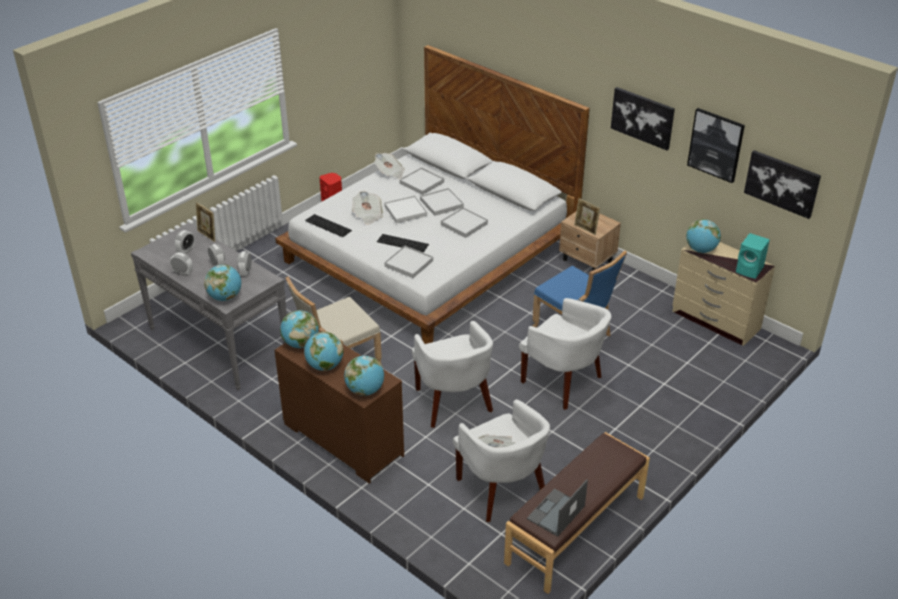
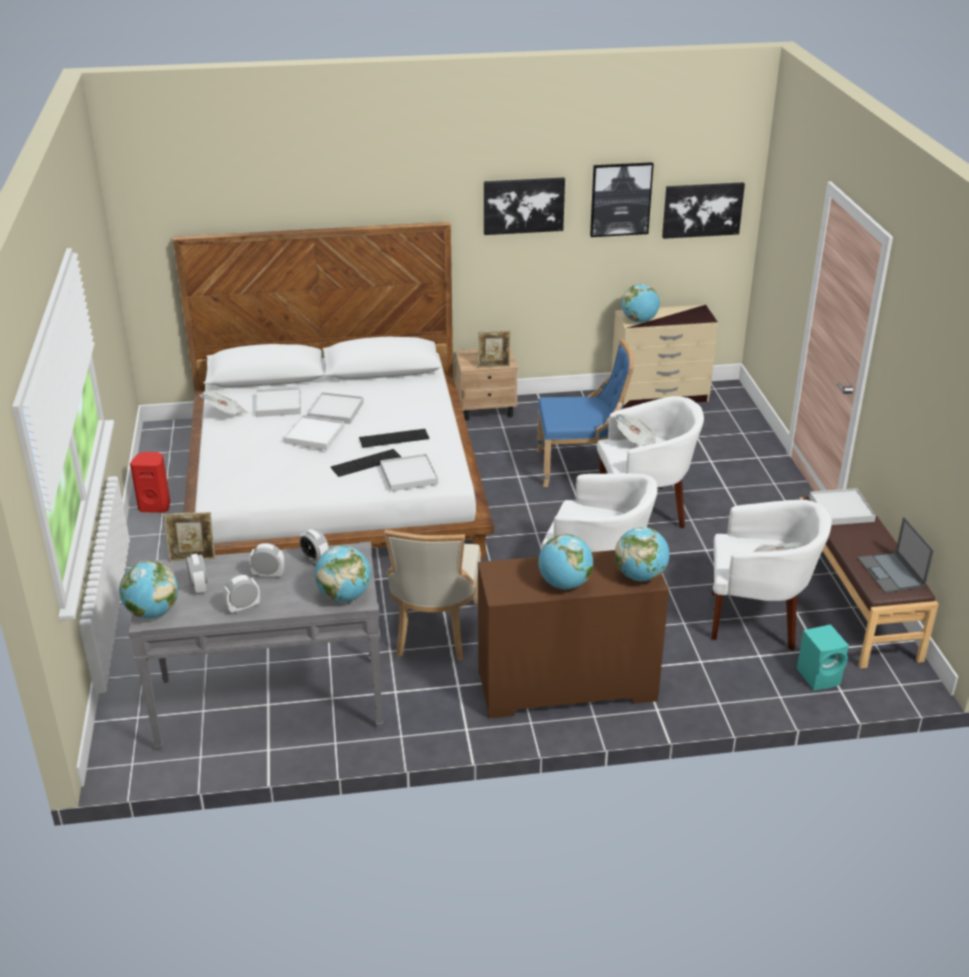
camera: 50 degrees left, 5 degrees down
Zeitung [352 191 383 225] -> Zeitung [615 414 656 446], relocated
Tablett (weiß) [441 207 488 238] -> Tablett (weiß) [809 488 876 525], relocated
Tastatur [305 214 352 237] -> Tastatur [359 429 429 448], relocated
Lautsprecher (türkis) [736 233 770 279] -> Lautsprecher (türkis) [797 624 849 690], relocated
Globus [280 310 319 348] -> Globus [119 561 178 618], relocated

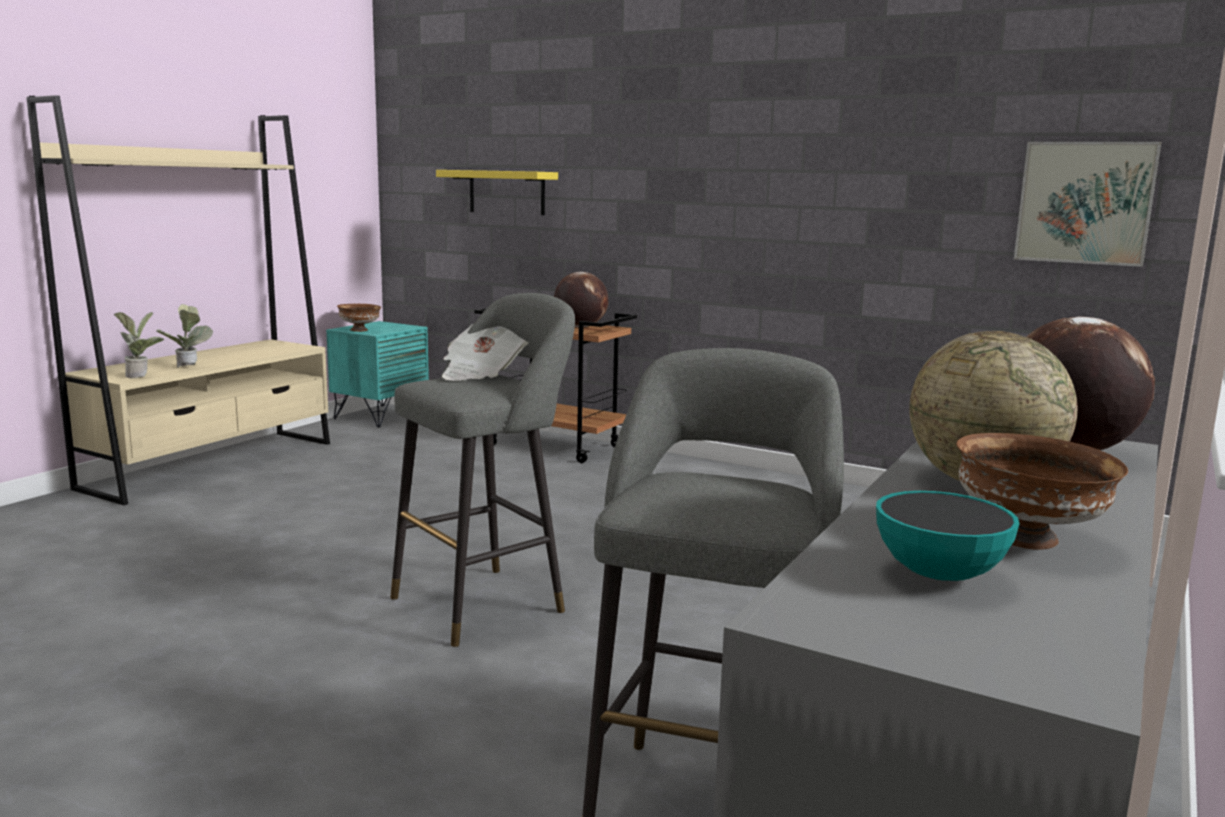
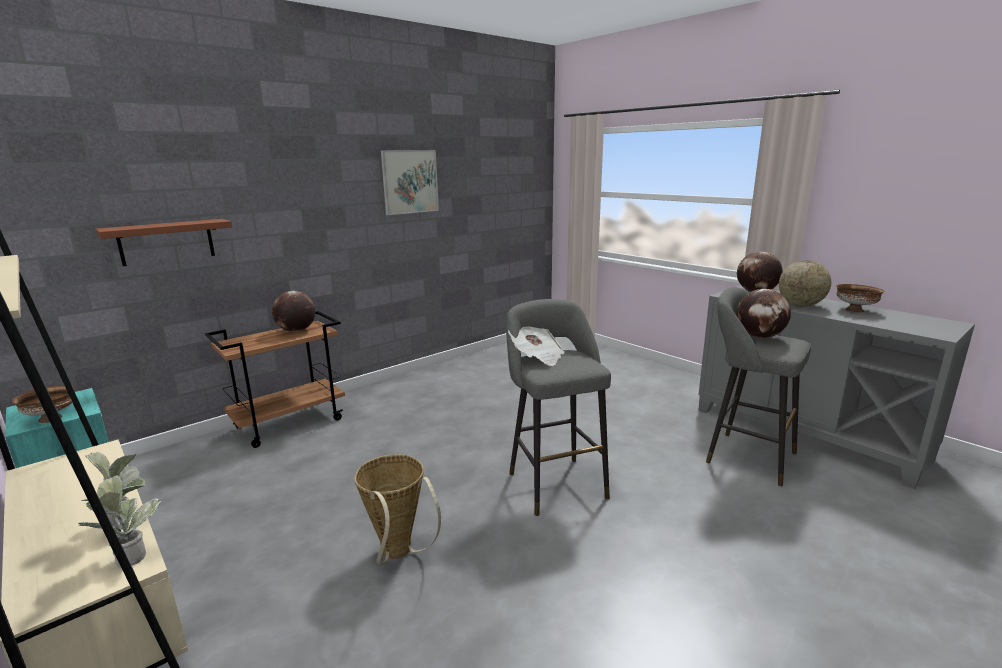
camera: 70 degrees left, 5 degrees up
Bild [1014 142 1161 267] -> Bild [381 150 439 215], relocated
Wandregal (gelb) [436 170 558 215] -> Wandregal (braun) [95 219 232 266]
Schüssel [876 491 1020 581] -> none
none -> Globus [736 289 791 338]
none -> Korb [354 454 441 564]

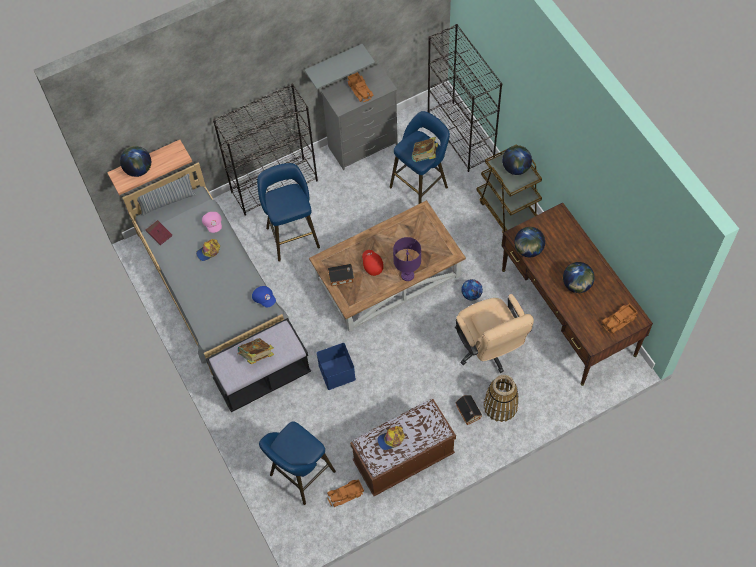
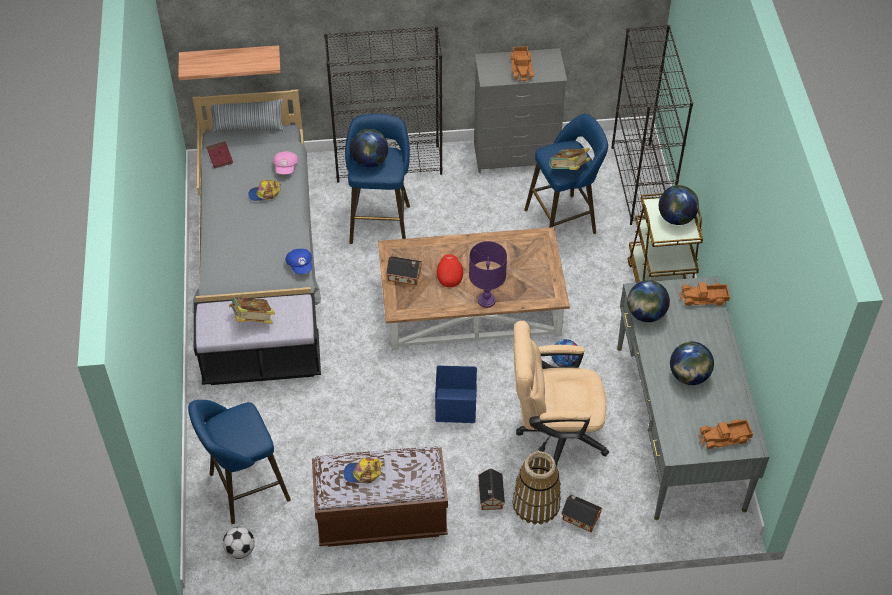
camera: 20 degrees right, 10 degrees down
Wandregal (grau) [305 44 375 90] -> none
Globus [120 146 151 177] -> Globus [350 129 388 168], relocated
Schreibtisch (braun) [501 203 653 386] -> Schreibtisch (grau) [617 276 769 520]
Bürostuhl (beige) [455 294 534 373] -> Bürostuhl (beige) [514 321 609 466], 90 degrees clockwise
Aufbewahrungsbox (blau) [316 343 356 390] -> Aufbewahrungsbox (blau) [435 366 477 423], relocated
Spielzeuglaster [327 479 364 508] -> Spielzeuglaster [680 282 730 306], relocated
none -> Spielzeughaus [561 494 602 533]
none -> Fußball [223 527 255 559]

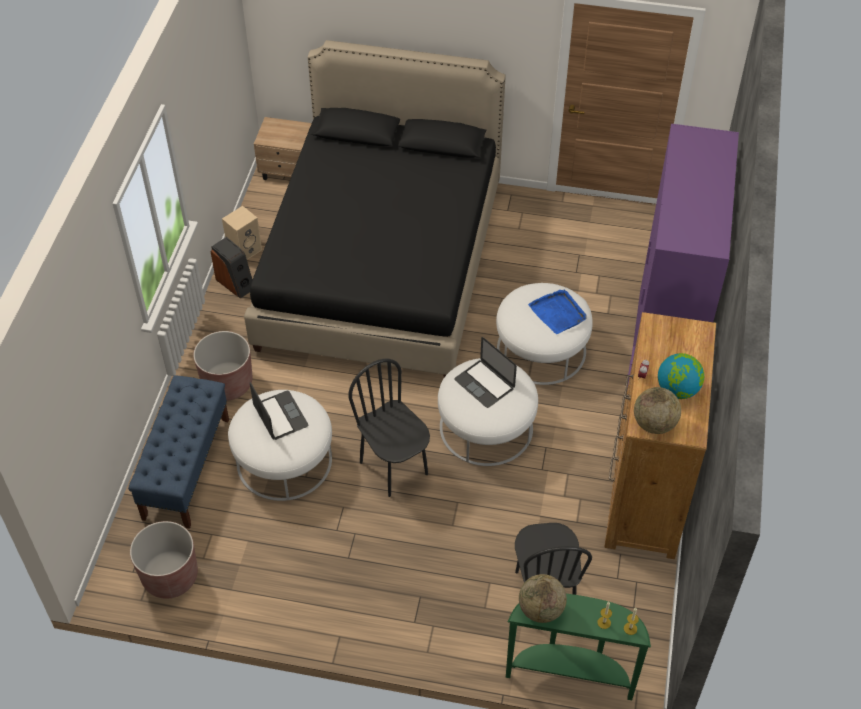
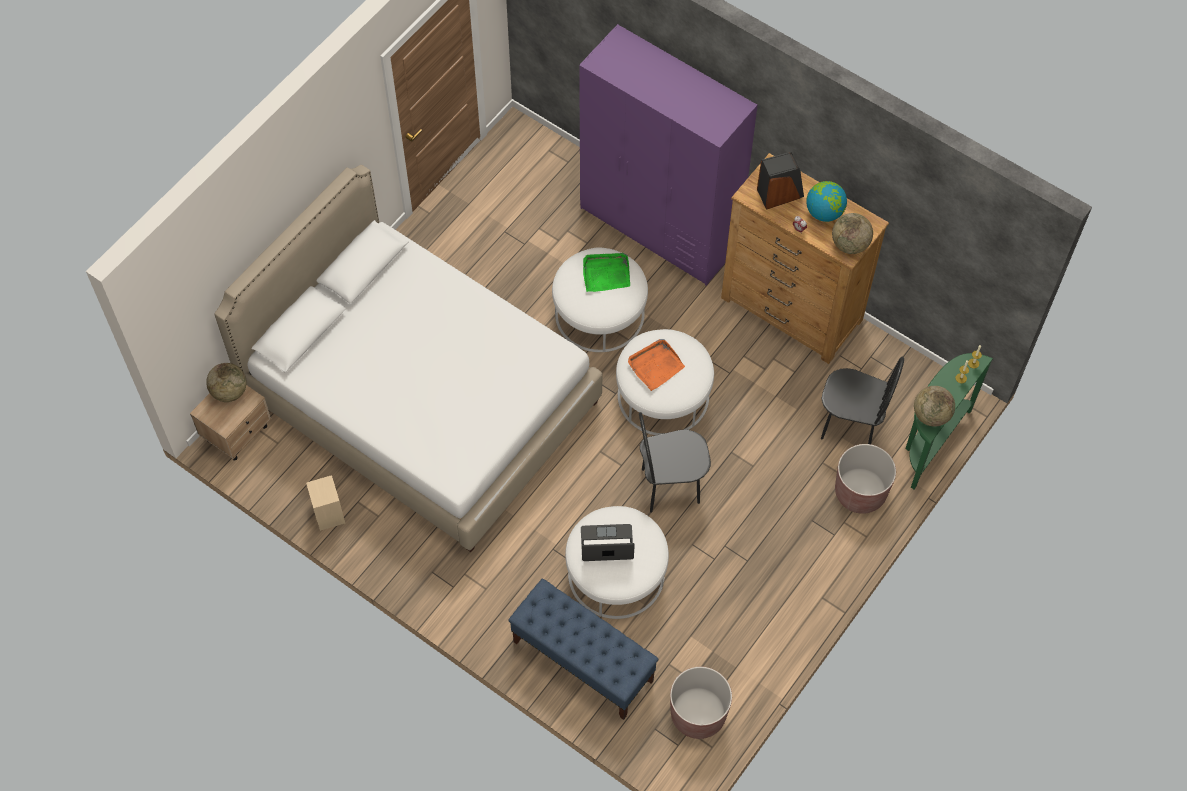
camera: 65 degrees left, 10 degrees up
Bett (schwarz) [244 40 506 377] -> Bett (weiß) [214 165 602 552]
Lautsprecher [210 237 253 298] -> Lautsprecher [757 152 804 210], relocated
Tablett (blau) [528 290 587 334] -> Tablett (grün) [583 253 630 292]
Pflanzkübel (braun) [193 331 252 401] -> Pflanzkübel (braun) [835 444 896 514], relocated
Laptop [454 337 517 408] -> Tablett (orange) [628 339 685 391]
none -> Globus [206 363 247 402]

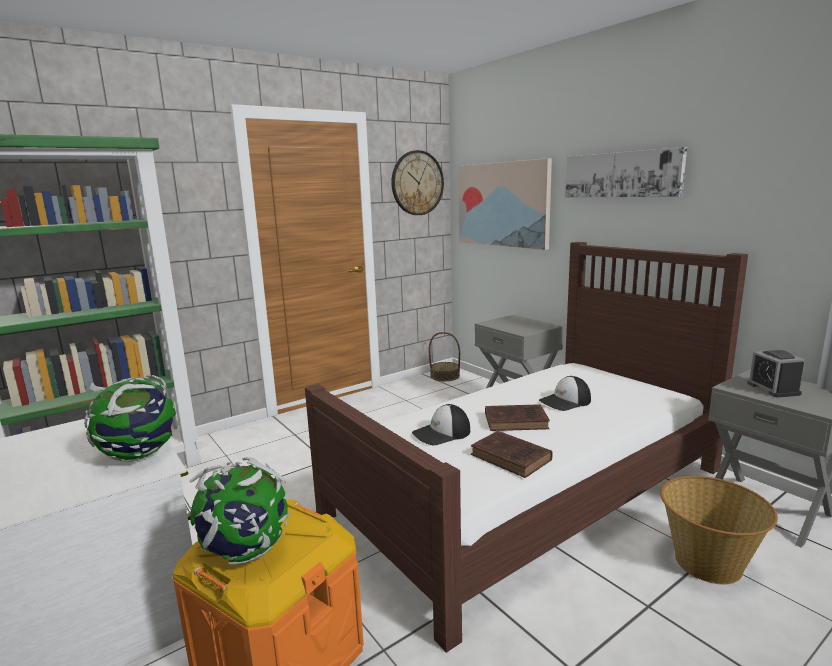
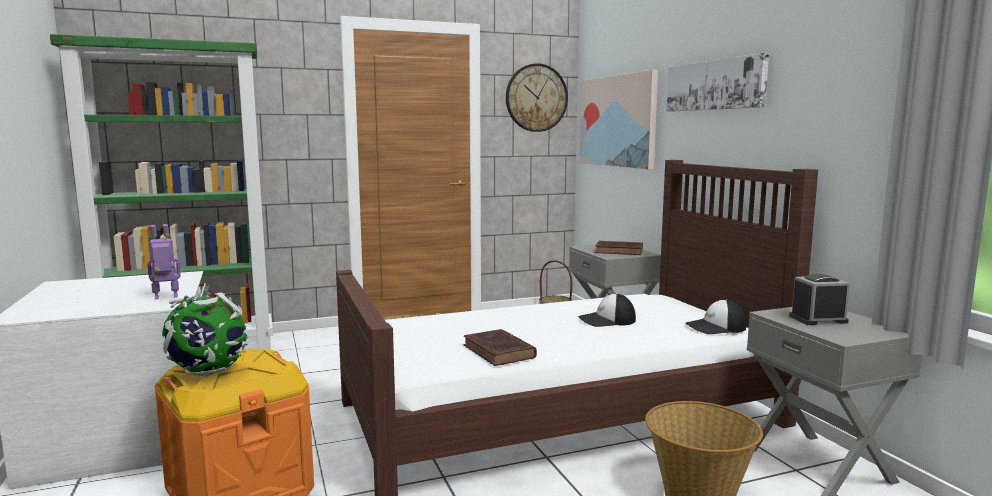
camera: 15 degrees right, 5 degrees down
Wecker [747 350 805 398] -> Wecker [789 274 850 325], 75 degrees clockwise
Globus [84 375 176 462] -> Spielzeugroboter [148 224 181 299]
Kappe [412 404 470 445] -> Kappe [685 299 746 334], relocated
Buch (braun) [485 404 550 431] -> Buch (braun) [595 241 643 255], relocated

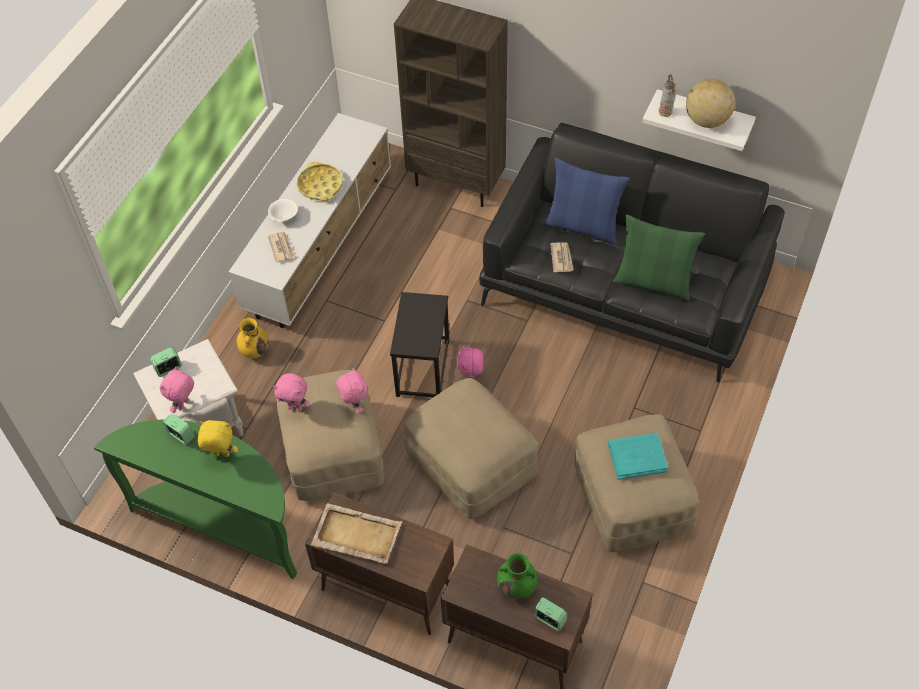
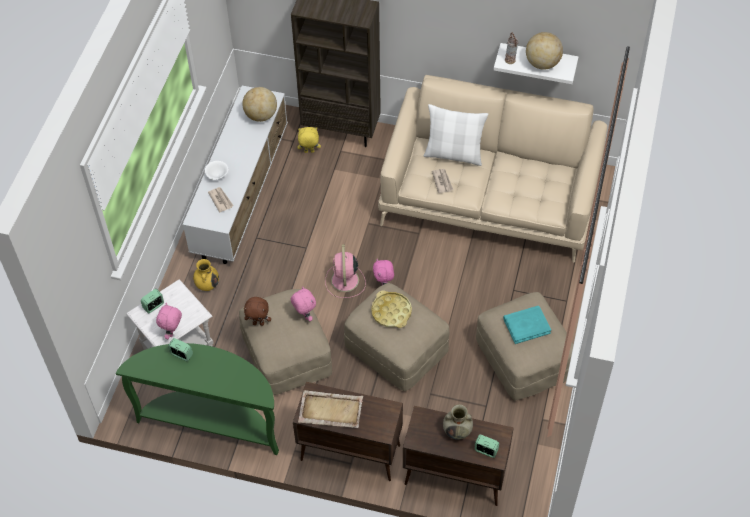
camera: 10 degrees left, 0 degrees up
Sofa (schwarz) [479 123 785 383] -> Sofa (beige) [378 75 607 263]
Kissen (blau) [544 158 630 245] -> Kissen (weiß) [424 104 489 166]
Tablett (gelb) [297 161 343 201] -> Tablett (gelb) [371 290 412 328], relocated
Kissen (grün) [613 214 705 301] -> none
Beistelltisch (schwarz) [390 292 449 397] -> Ventilator (rosa) [325 244 366 298]
Plüschtier (rosa) [273 373 310 411] -> Plüschtier (braun) [244 297 271 326]
Plüschtier (gelb) [198 420 238 457] -> Plüschtier (gelb) [298 127 321 153], relocated
Vase (grün) [497 553 537 600] -> Vase (beige) [443 404 473 440]
none -> Globus [242 87 277 122]

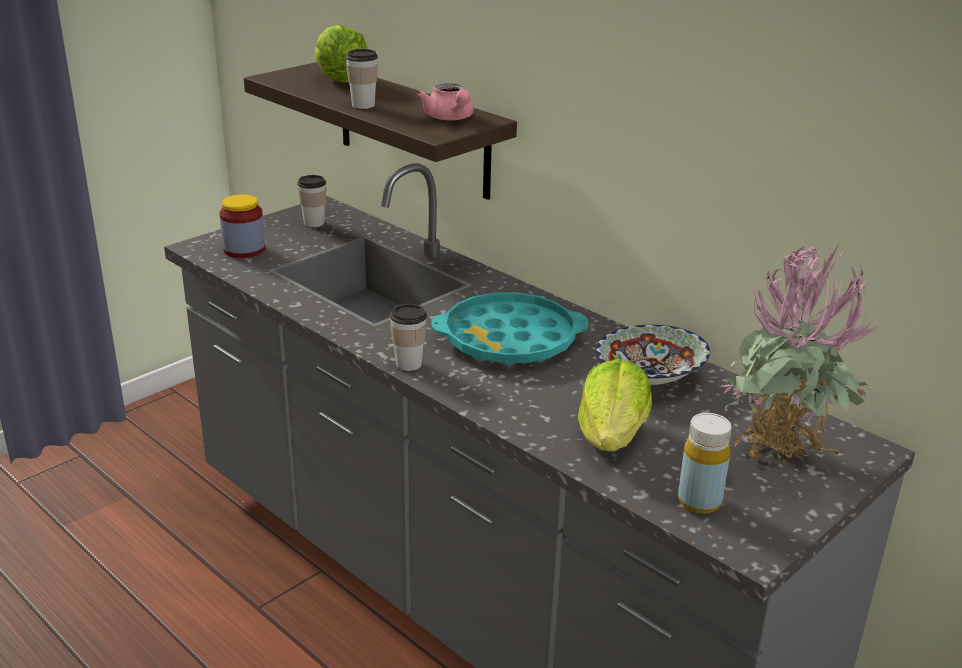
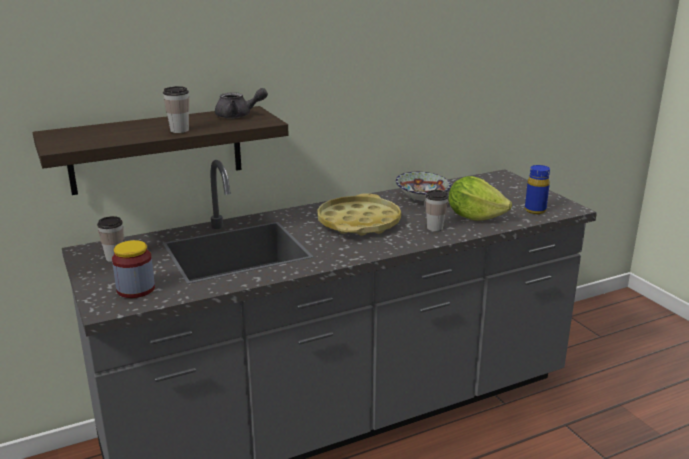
camera: 70 degrees left, 5 degrees down
Salatkopf [315 25 367 82] -> none
Teekanne (rosa) [418 83 474 121] -> Teekanne (grau) [215 88 268 119]
Topfpflanze [720 240 878 471] -> none
Tablett (türkis) [431 292 588 365] -> Tablett (gelb) [317 193 401 235]
Tasse [390 304 427 371] -> Tasse [425 190 448 231], relocated
Flasche (gelb) [678 413 732 514] -> Flasche (blau) [525 165 550 214]

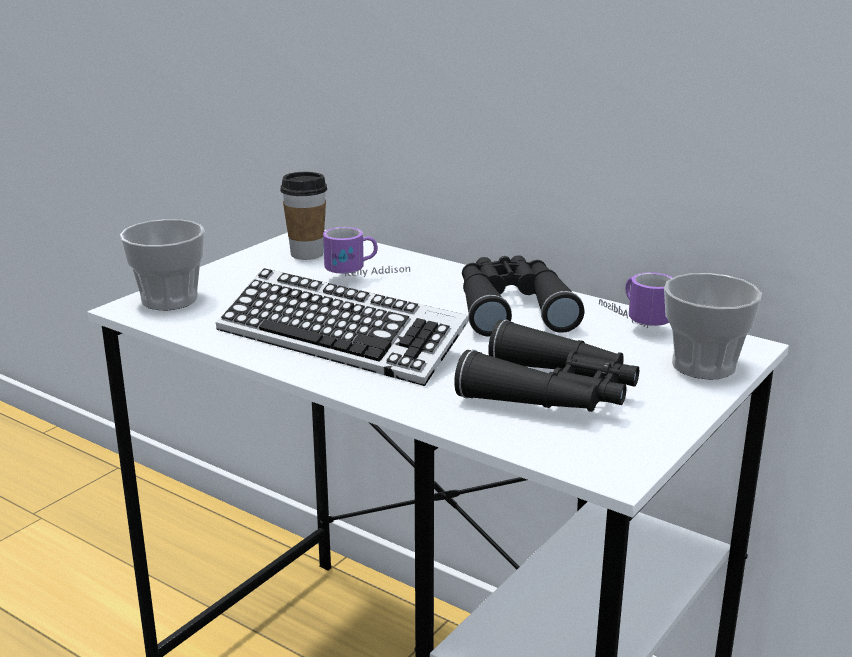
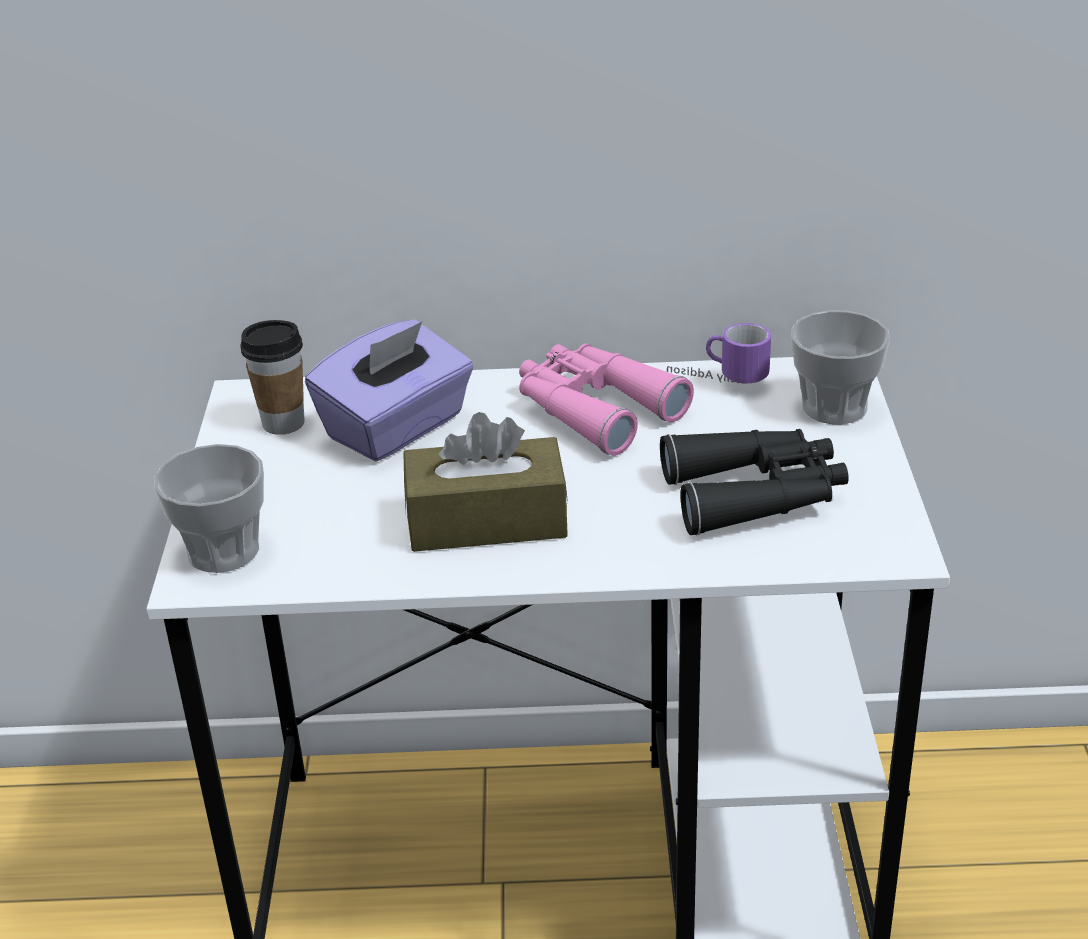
camera: 35 degrees left, 10 degrees up
Henkelbecher [323 227 410 277] -> Taschentuchbox (lila) [305 319 474 461]
Fernglas (schwarz) [462 255 584 337] -> Fernglas (rosa) [519 343 694 456]
Tastatur [216 268 469 386] -> Taschentuchbox (braun) [403 412 568 552]

